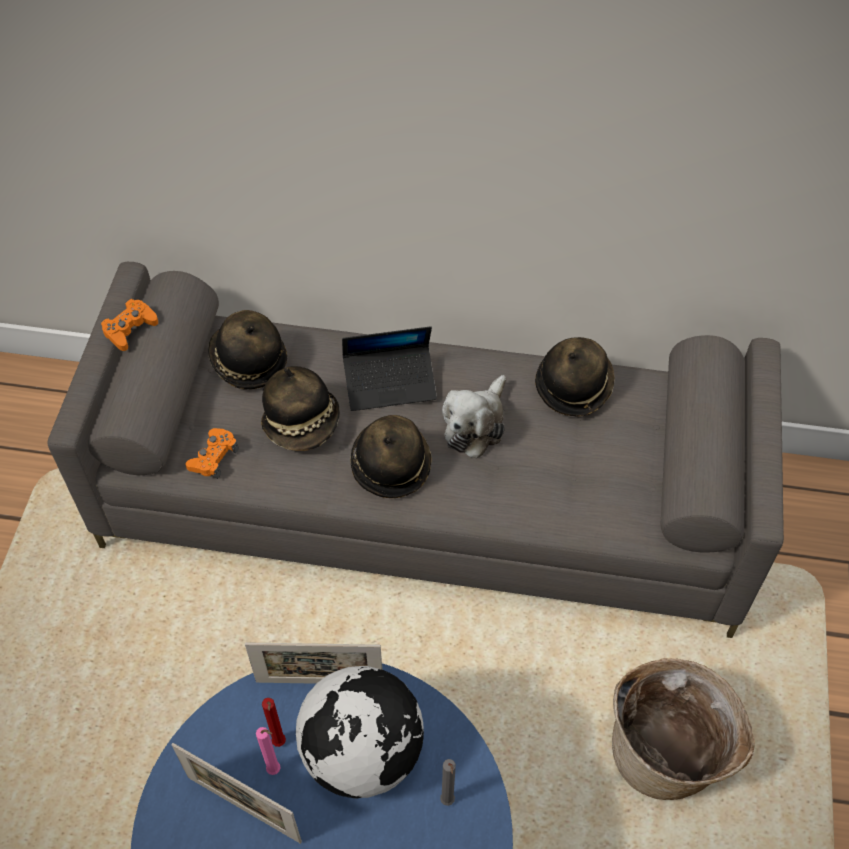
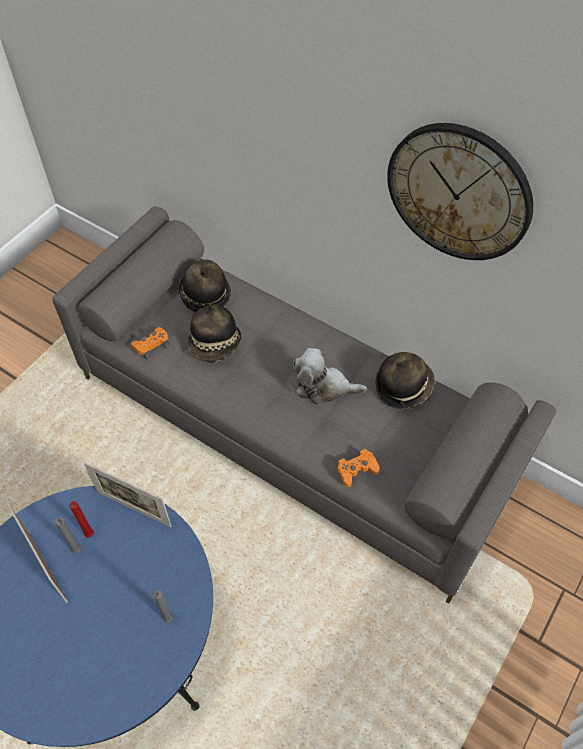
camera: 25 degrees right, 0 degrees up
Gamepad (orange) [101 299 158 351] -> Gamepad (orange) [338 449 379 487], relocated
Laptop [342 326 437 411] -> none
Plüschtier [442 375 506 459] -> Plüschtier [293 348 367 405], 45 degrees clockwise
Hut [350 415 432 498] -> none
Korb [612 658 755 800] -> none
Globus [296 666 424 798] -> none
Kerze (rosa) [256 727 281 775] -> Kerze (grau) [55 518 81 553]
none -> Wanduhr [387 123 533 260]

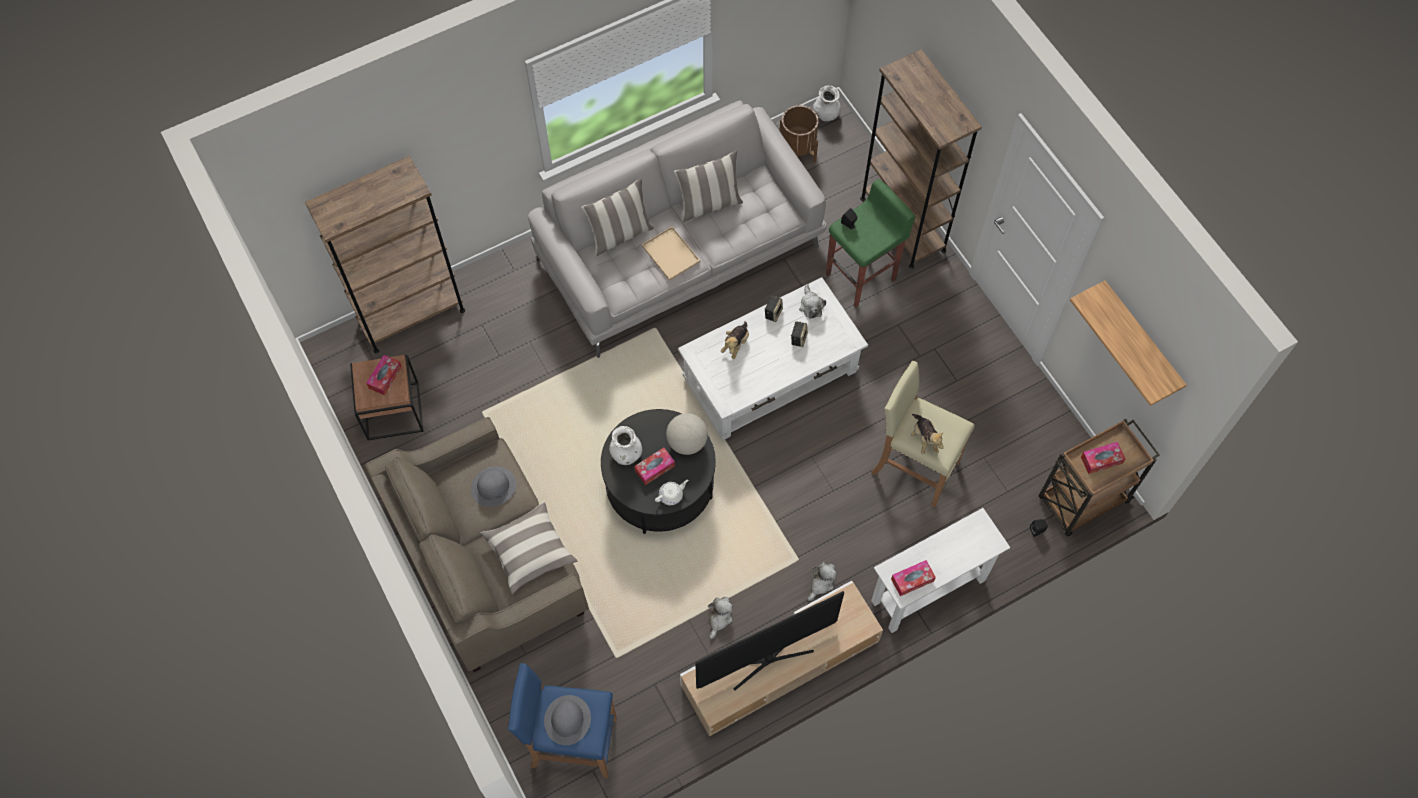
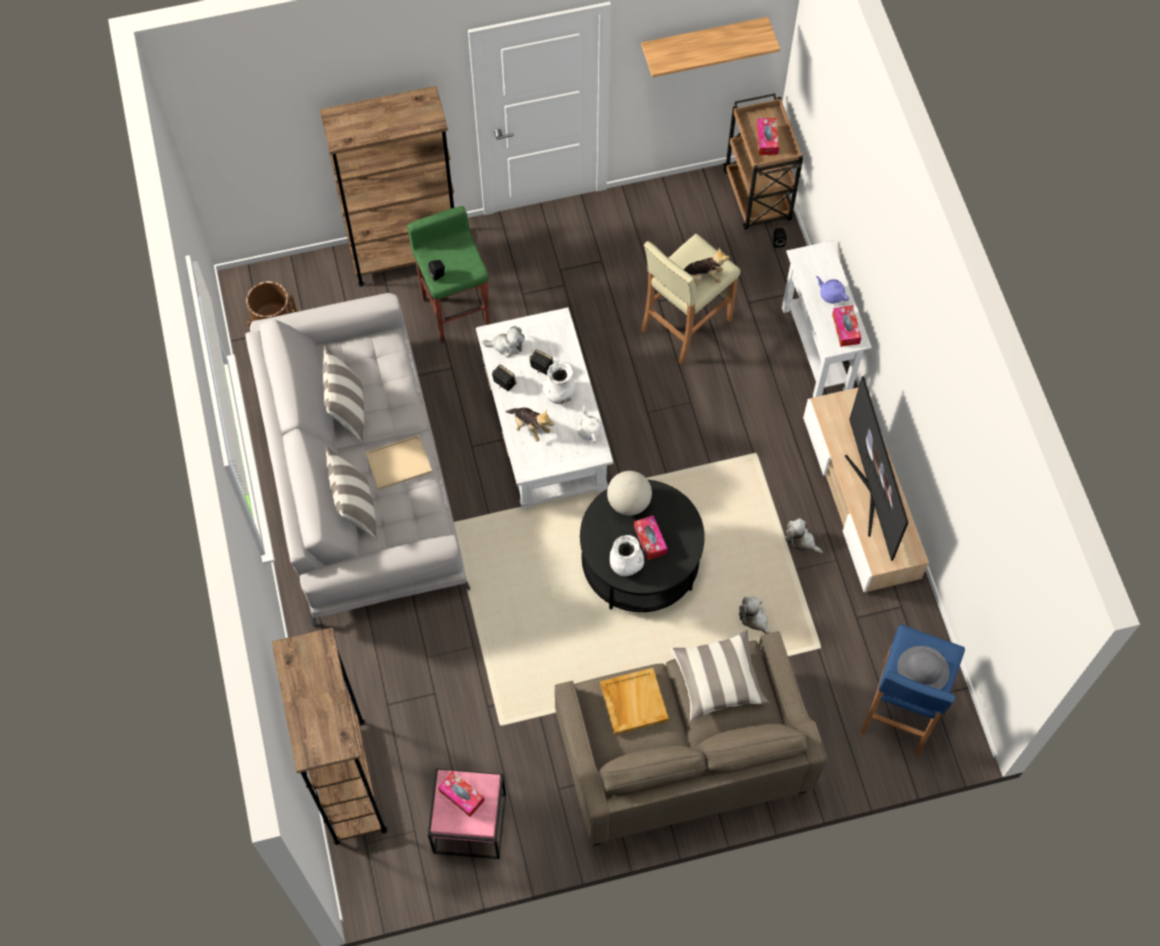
camera: 75 degrees left, 0 degrees up
Vase (weiß) [813 86 841 121] -> Vase (weiß) [542 362 576 404], relocated
Beistelltisch (braun) [350 355 424 441] -> Beistelltisch (rosa) [428 768 506 859]
Hut (grau) [471 466 517 507] -> Tablett (beige) [600 668 669 735]
Teekanne (weiß) [655 480 688 505] -> Teekanne (weiß) [577 406 602 443], relocated
Plüschtier [807 562 837 601] -> Plüschtier [739 596 772 634], relocated
none -> Teekanne (lila) [816 276 850 304]

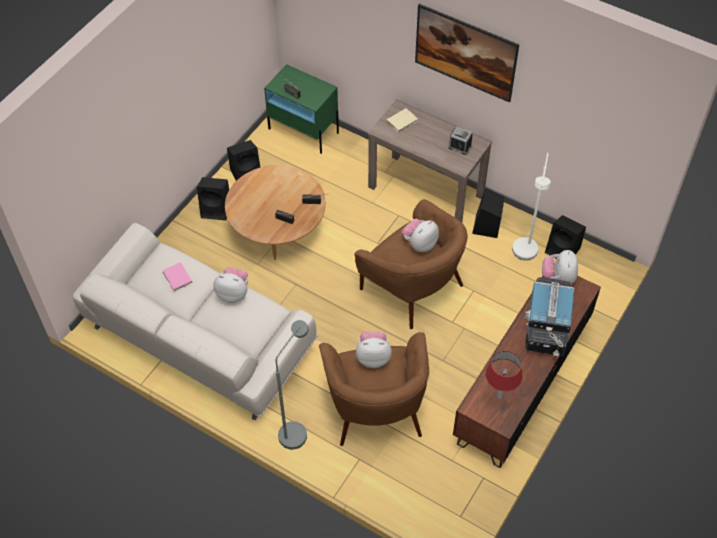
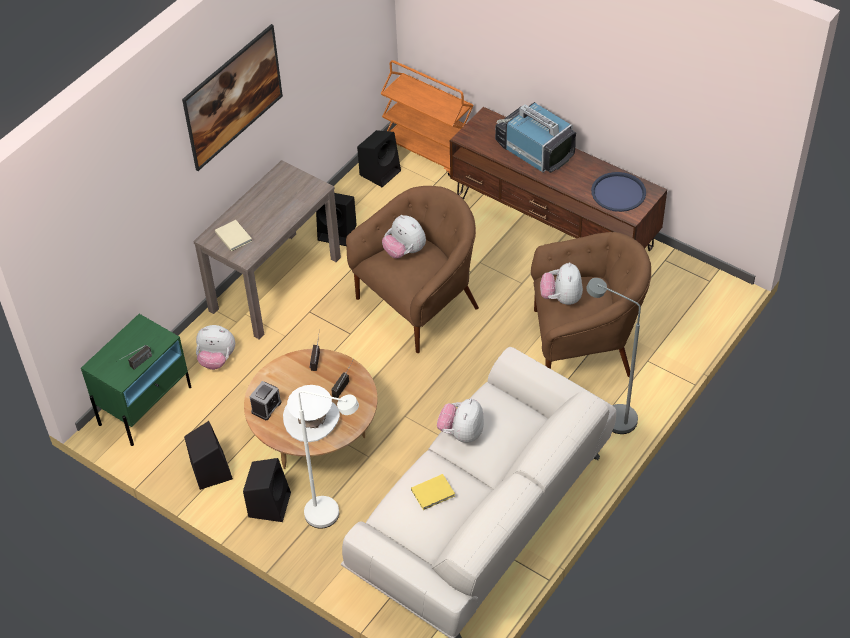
camera: 85 degrees left, 5 degrees down
Wecker [448 127 473 155] -> Wecker [249 381 282 420], relocated
Stehlampe (weiß) [512 153 551 260] -> Stehlampe (weiß) [298 391 359 528], relocated
Plüschtier [542 250 578 284] -> Plüschtier [196 325 235 370], relocated
Buch (rosa) [162 262 193 291] -> Buch (gelb) [411 474 455 510]
Fernseher [524 277 575 358] -> Fernseher [495 102 576 173], 150 degrees counterclockwise
Tischlampe (rot) [485 351 523 399] -> Tablett (blau) [591 172 646 212]
none -> Rollwagen (orange) [381 60 474 177]
none -> Hut (weiß) [283 385 340 442]

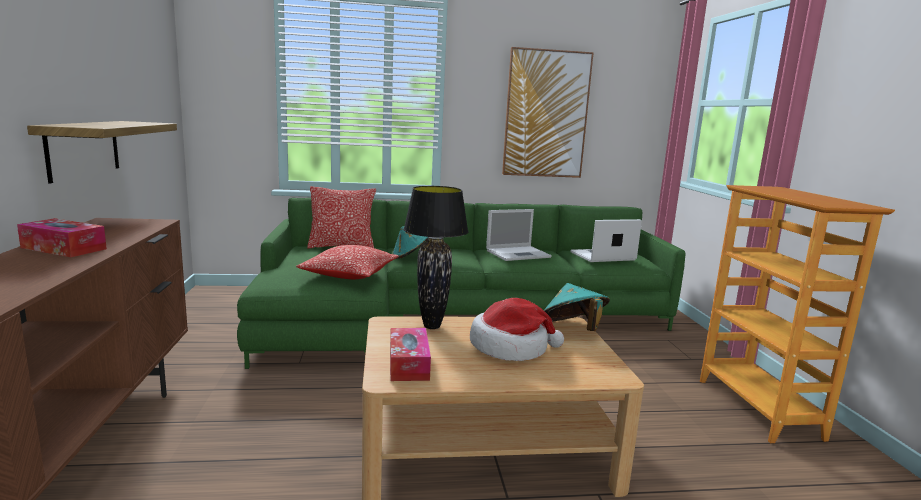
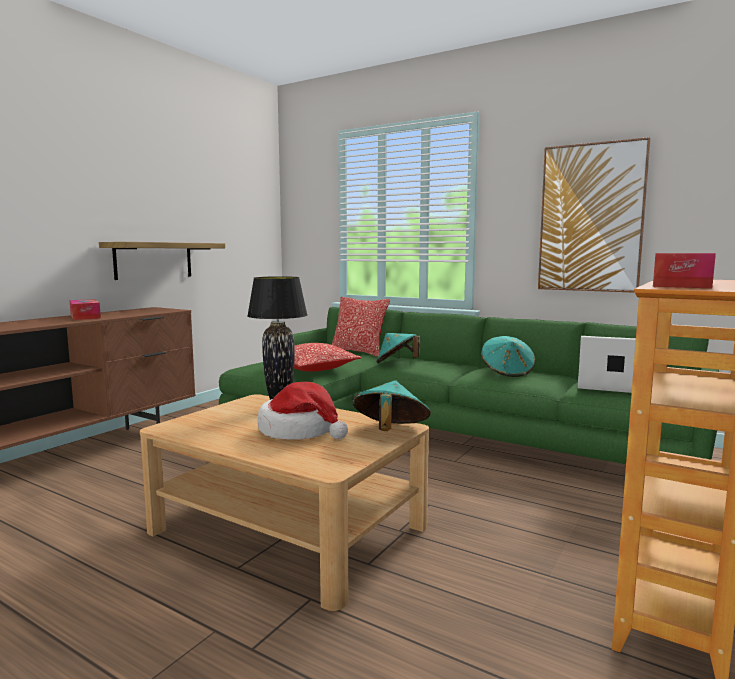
camera: 40 degrees right, 5 degrees down
Laptop [486 209 552 261] -> Hut (türkis) [481 336 535 377]
Taschentuchbox [390 328 431 381] -> Taschentuchbox [653 253 716 288], relocated

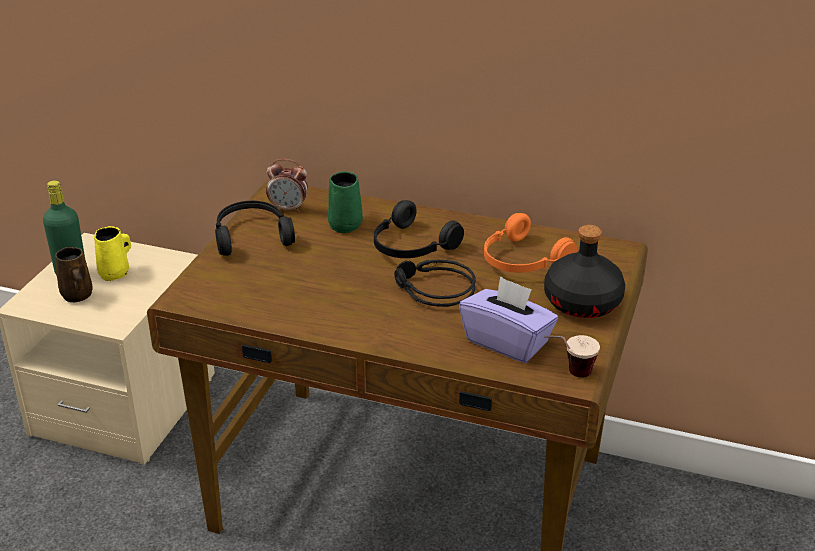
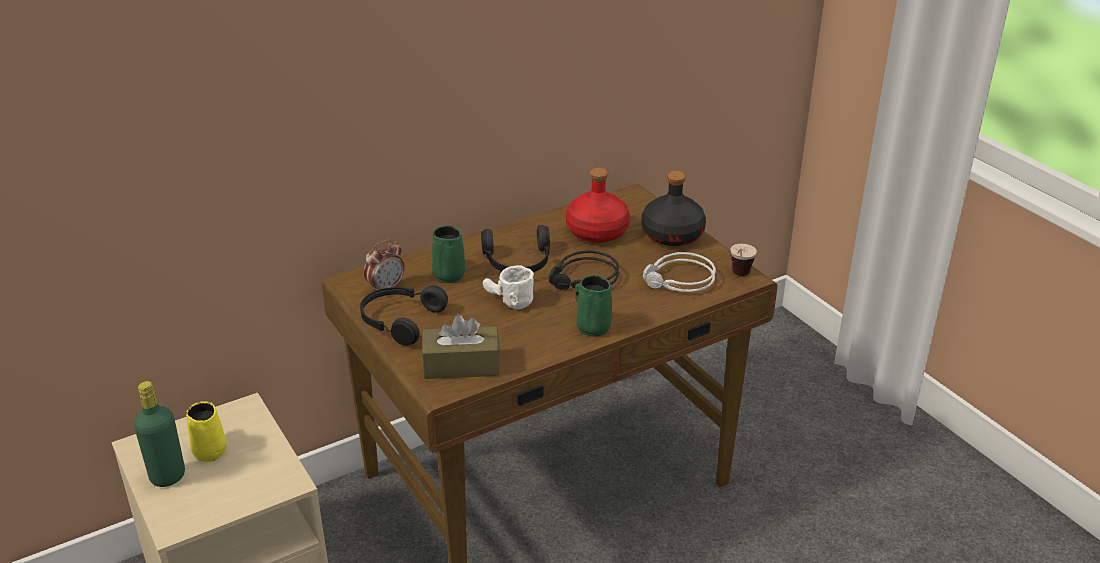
camera: 50 degrees left, 0 degrees up
Kopfhörer (orange) [484 213 577 273] -> Flasche (rot) [566 168 630 243]
Henkelbecher (braun) [55 247 93 302] -> none
Taschentuchbox (lila) [459 276 558 363] -> Kopfhörer (grau) [643 252 716 292]
none -> Henkelbecher (weiß) [483 265 534 310]
none -> Henkelbecher (grün) [575 275 612 337]
none -> Taschentuchbox (braun) [422 315 500 379]

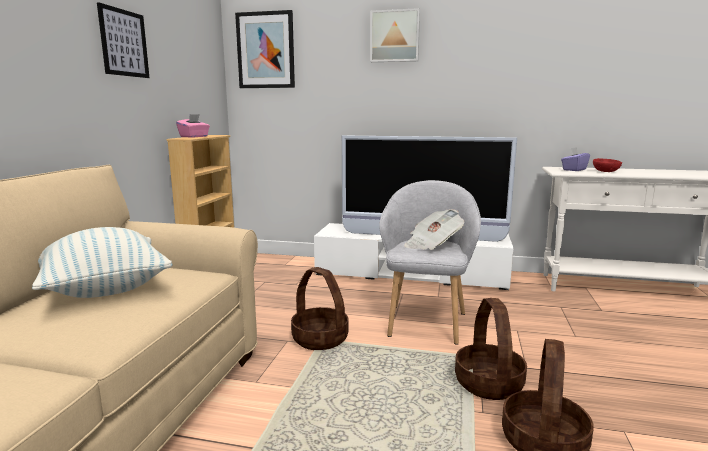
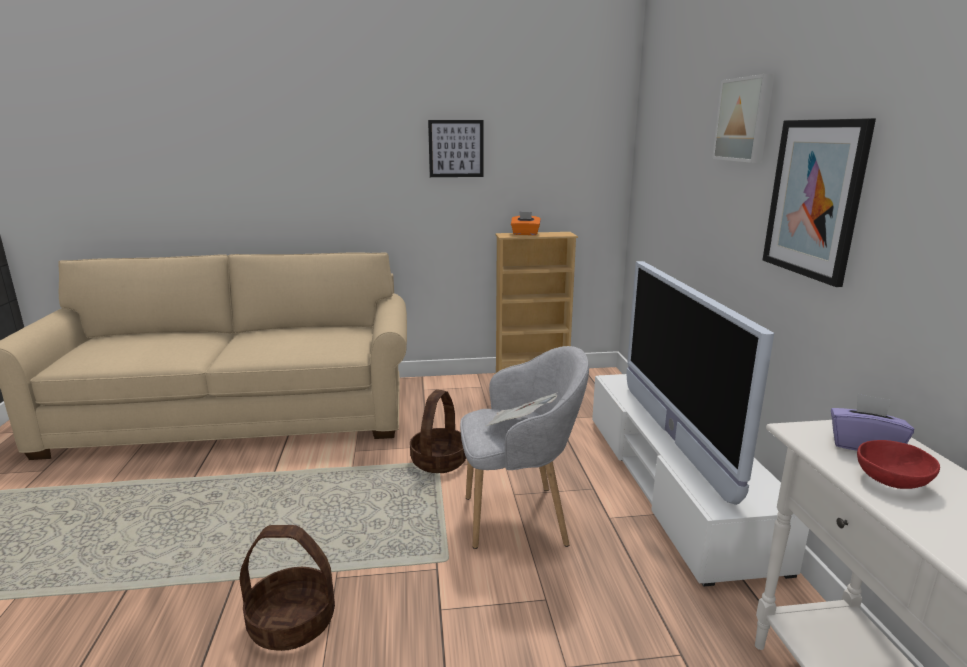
camera: 70 degrees right, 5 degrees up
Bild [235 10 295 88] -> Bild [763 118 876 287], relocated
Taschentuchbox (rosa) [176 114 210 138] -> Taschentuchbox (orange) [511 211 541 235]
Kissen [32 227 173 298] -> none
Korb [455 298 527 400] -> none

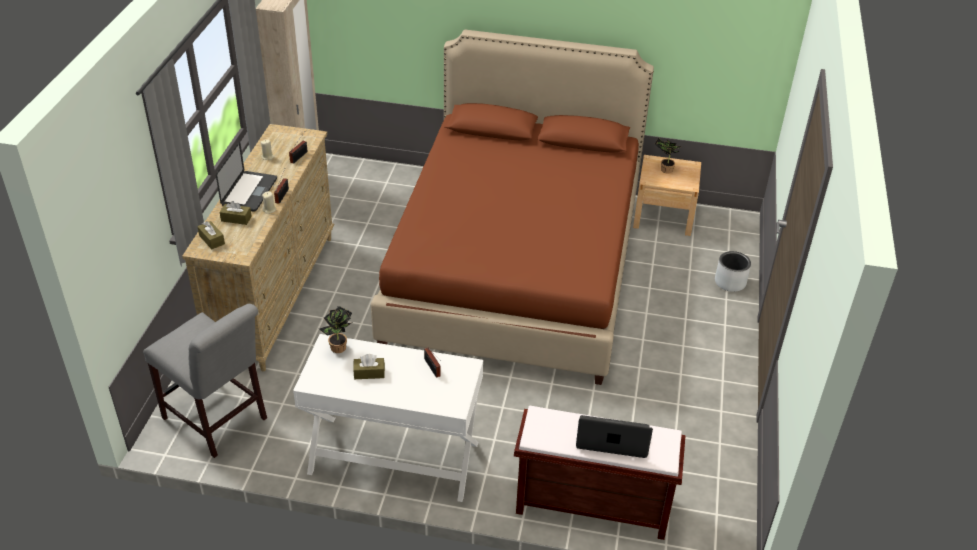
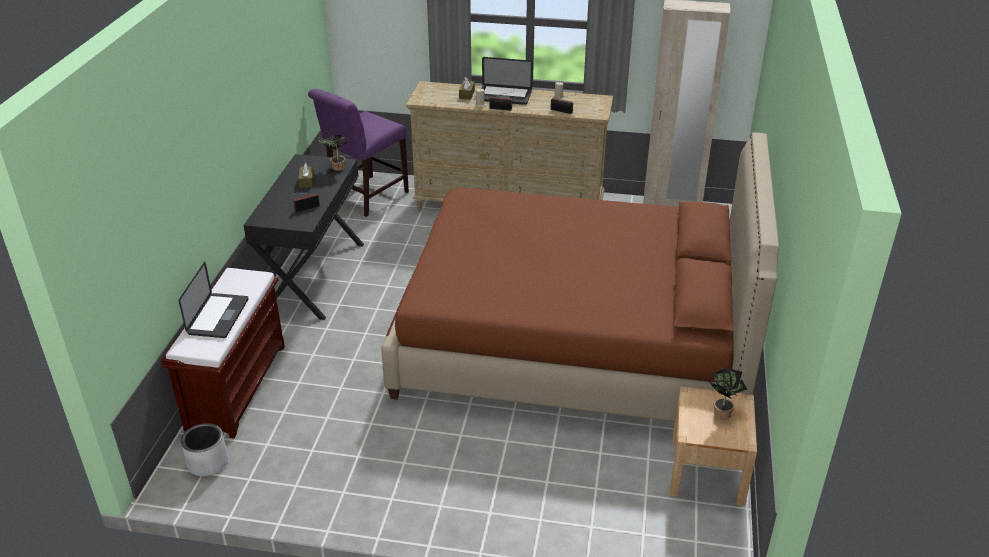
camera: 90 degrees right, 5 degrees down
Taschentuchbox (braun) [197 221 225 249] -> none
Pflanzkübel (grau) [715 251 751 292] -> Pflanzkübel (grau) [181 423 228 476], relocated
Stuhl (grau) [143 304 267 458] -> Stuhl (lila) [308 89 409 217]
Schreibtisch (weiß) [293 334 483 502] -> Schreibtisch (schwarz) [243 154 364 320]

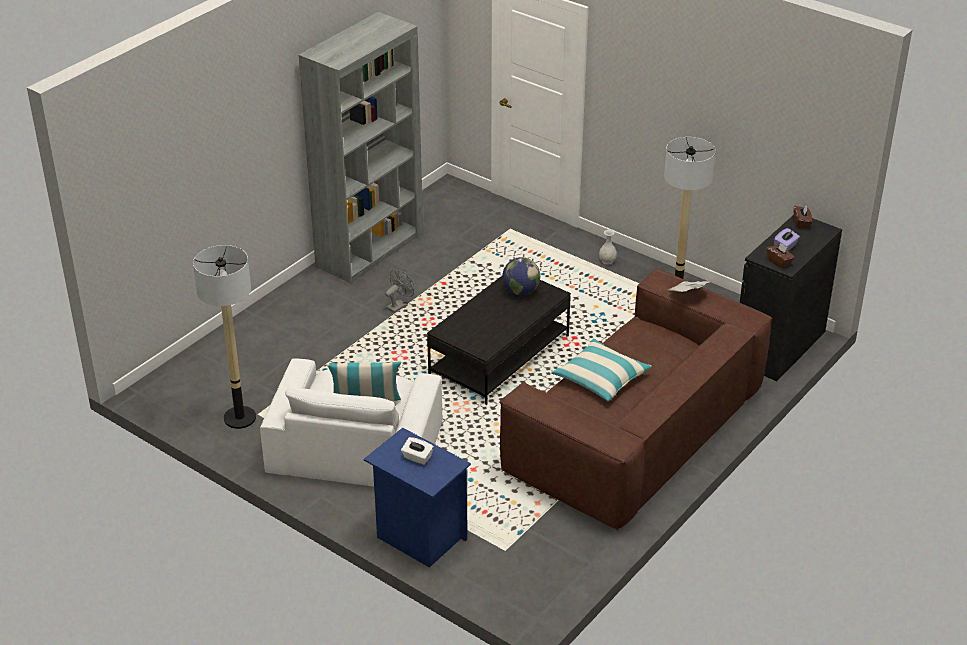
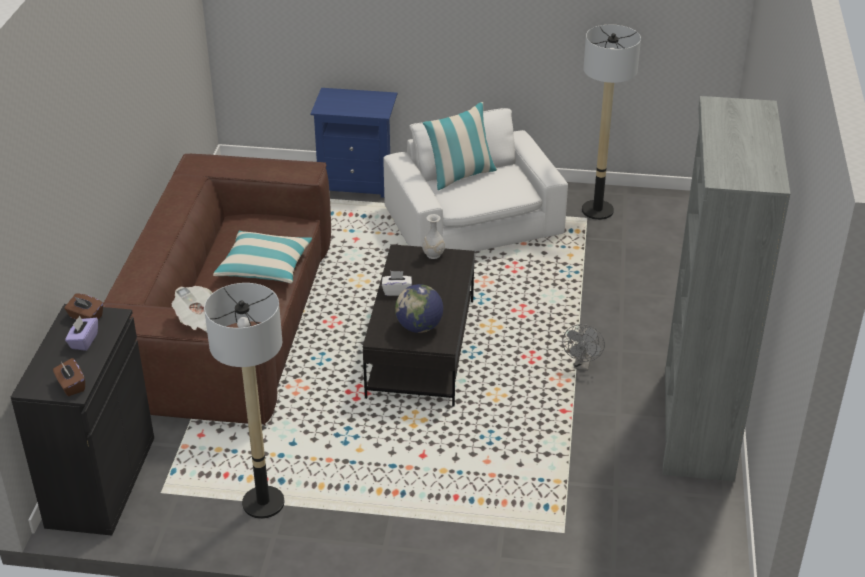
camera: 150 degrees right, 0 degrees up
Vase (weiß) [599 230 617 265] -> Vase (weiß) [422 214 445 259], relocated
Taschentuchbox (weiß) [401 437 434 465] -> Taschentuchbox (weiß) [382 271 412 296], relocated

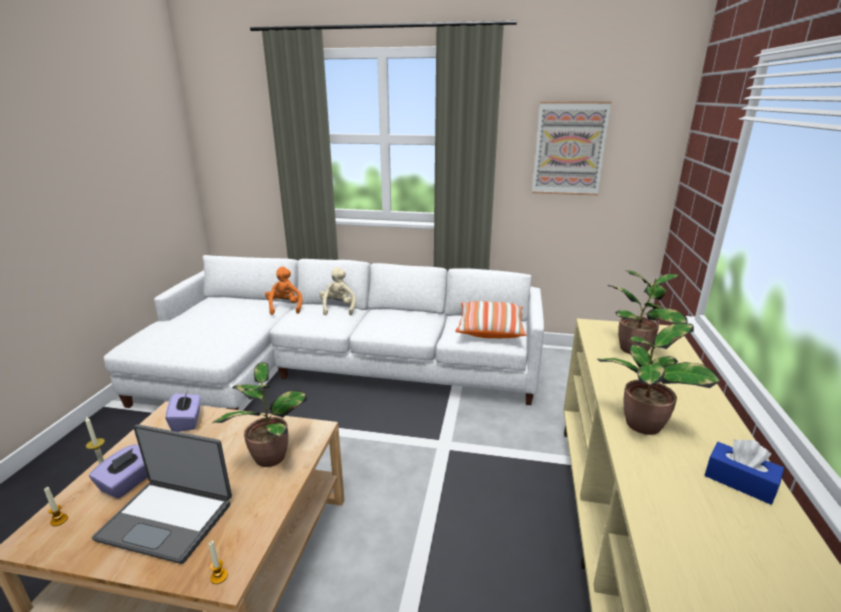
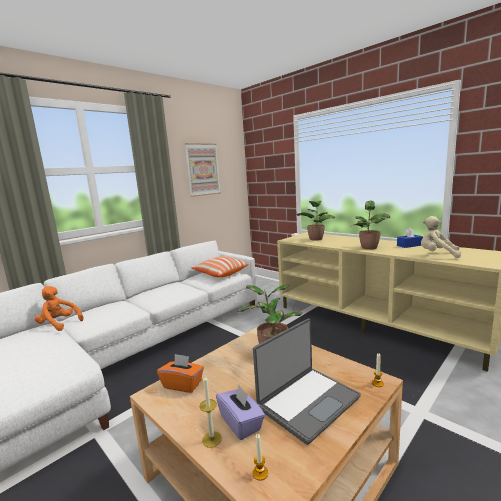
camera: 55 degrees left, 10 degrees down
Plüschtier (beige) [319 267 356 315] -> Plüschtier (beige) [421 216 461 258], relocated
Taschentuchbox (lila) [166 390 201 432] -> Taschentuchbox (orange) [157 354 204 393]

